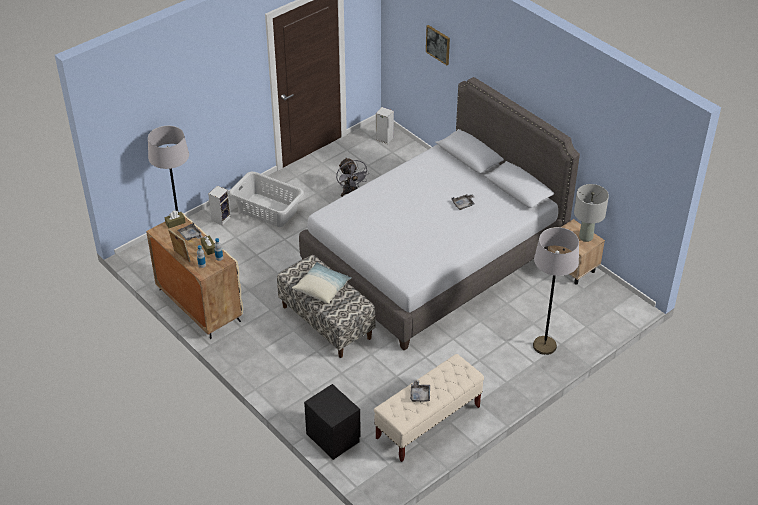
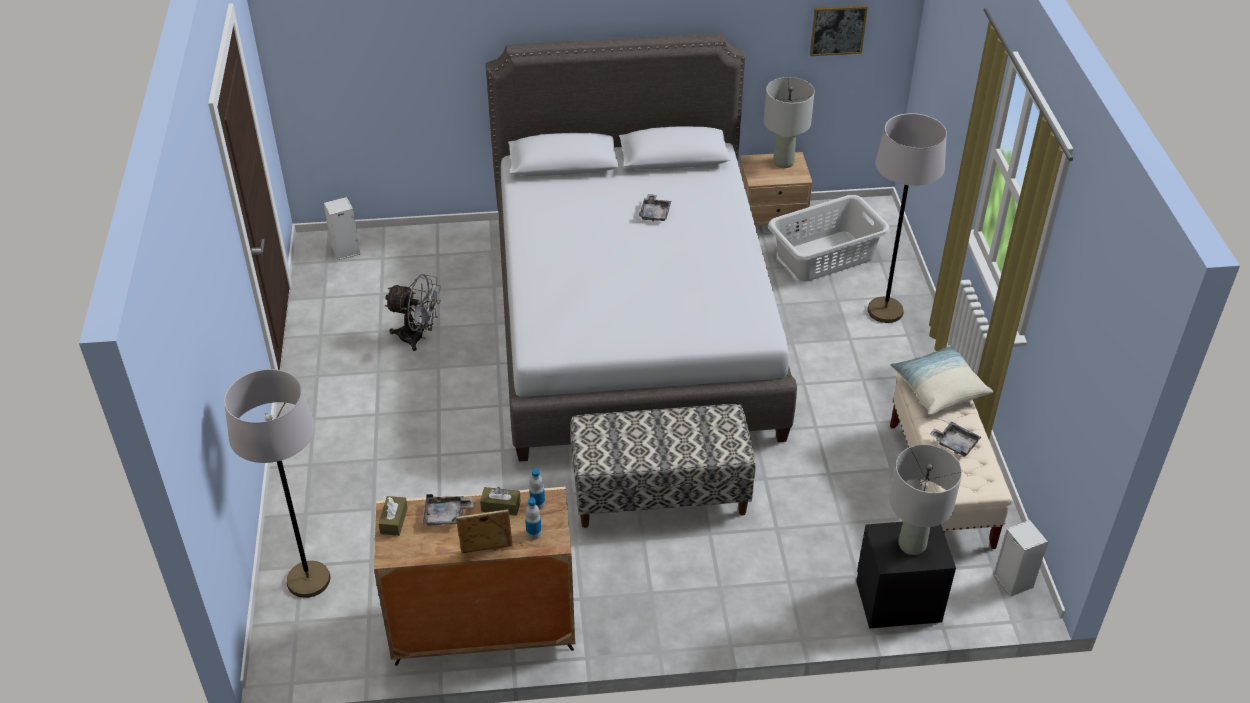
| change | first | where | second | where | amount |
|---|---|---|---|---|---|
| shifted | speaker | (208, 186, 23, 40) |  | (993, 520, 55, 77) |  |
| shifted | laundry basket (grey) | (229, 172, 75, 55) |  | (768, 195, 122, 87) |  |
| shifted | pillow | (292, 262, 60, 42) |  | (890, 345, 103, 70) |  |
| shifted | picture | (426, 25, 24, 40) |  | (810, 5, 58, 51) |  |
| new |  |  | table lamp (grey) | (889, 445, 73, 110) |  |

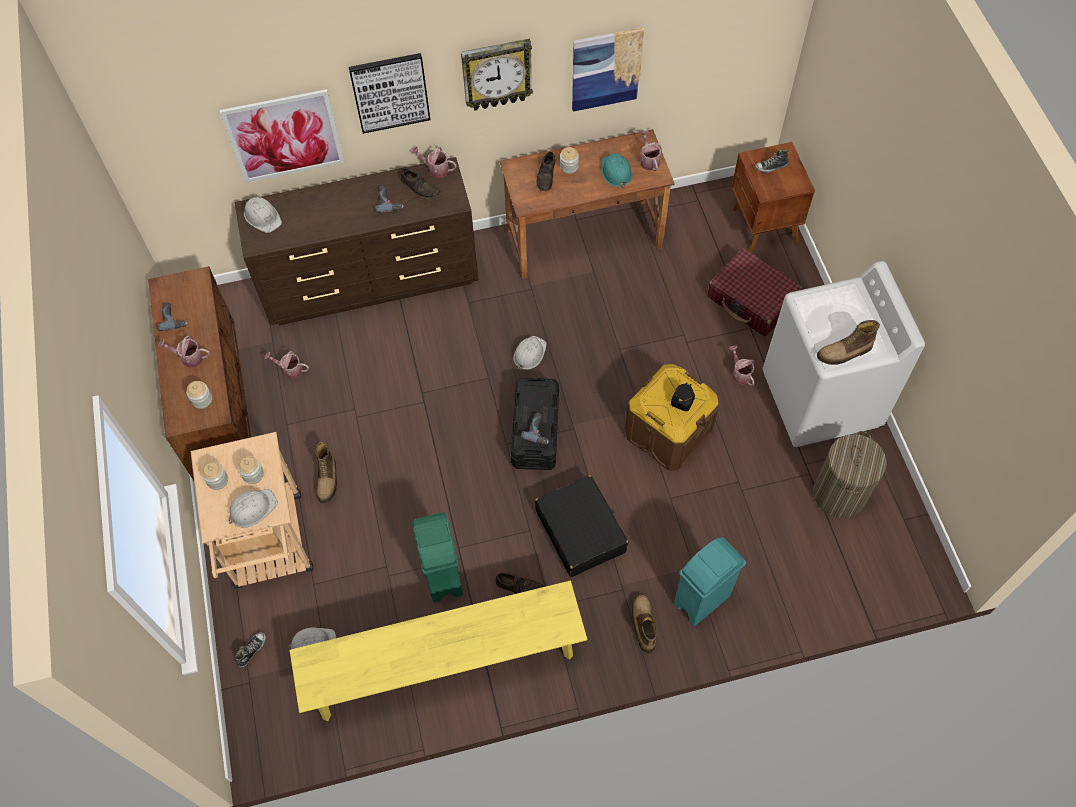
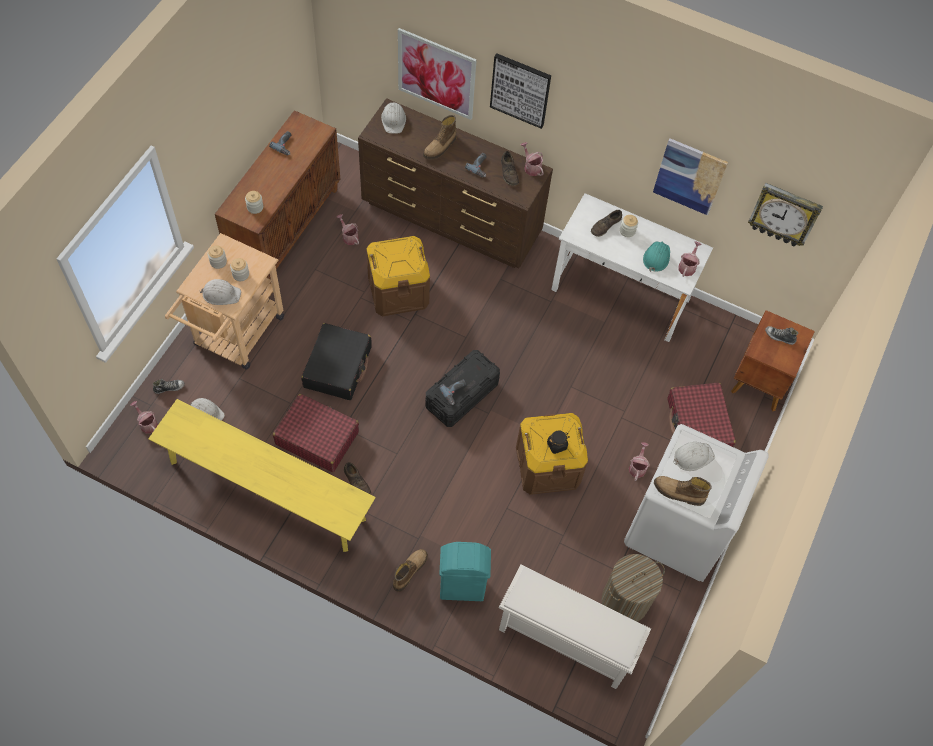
| change | first | where | second | where | amount |
|---|---|---|---|---|---|
| shifted | watering can | (158, 336, 52, 31) |  | (130, 401, 28, 33) |  |
| shifted | boot | (315, 441, 22, 62) |  | (423, 115, 34, 44) |  |
| swapped | trash can (green) | (412, 512, 51, 90) | suitcase (red) | (273, 394, 86, 78) |  |
| shifted | wall clock | (461, 39, 72, 72) |  | (748, 183, 75, 64) |  |
| repainted | desk (brown) | (500, 129, 174, 150) | desk (white) | (551, 193, 162, 149) |  |
| shifted | hard hat (white) | (513, 336, 34, 34) |  | (673, 442, 42, 29) |  |
| shifted | suitcase (black) | (535, 475, 93, 102) |  | (301, 323, 71, 77) |  |
| new |  |  | storage box (brown) | (366, 236, 64, 80) |  |
| new |  |  | shoe rack (white) | (499, 564, 152, 125) |  |

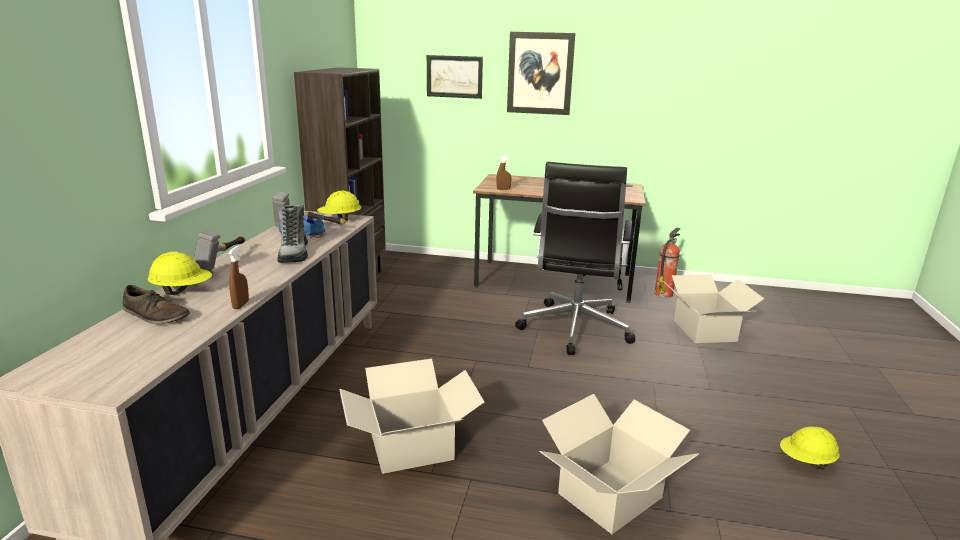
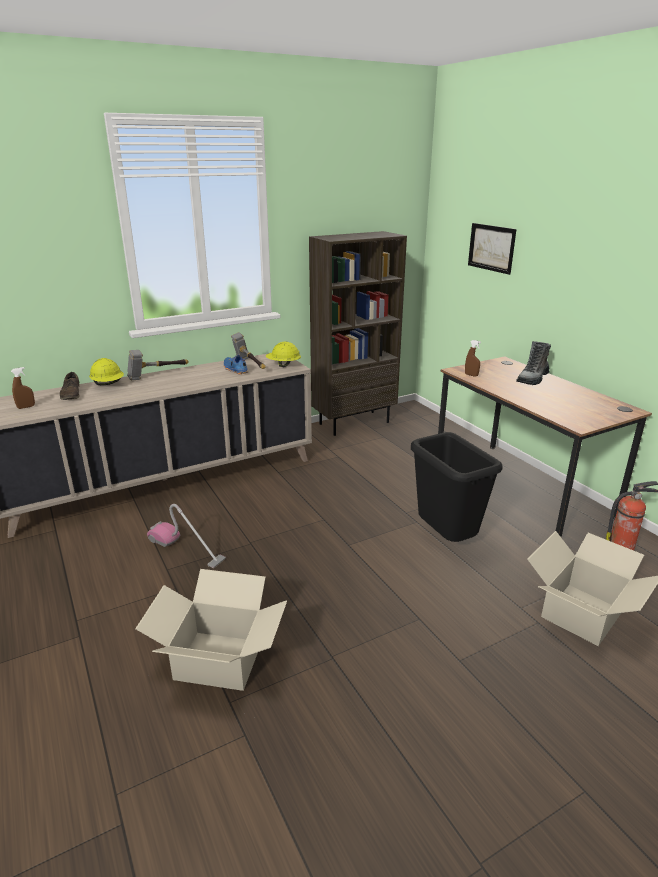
| change | first | where | second | where | amount |
|---|---|---|---|---|---|
| shifted | spray bottle (brown) | (228, 245, 21, 64) |  | (11, 367, 24, 42) |  |
| shifted | boot | (277, 205, 31, 58) |  | (516, 341, 35, 44) |  |
| swapped | cardboard box | (339, 359, 145, 115) | vacuum cleaner | (147, 504, 79, 64) |  |
| gone | picture | (507, 32, 69, 83) |  |  |  |
| swapped | office chair (black) | (515, 162, 120, 193) | trash can (black) | (411, 432, 92, 110) |  |
| gone | hard hat (yellow) | (780, 426, 60, 43) |  |  |  |

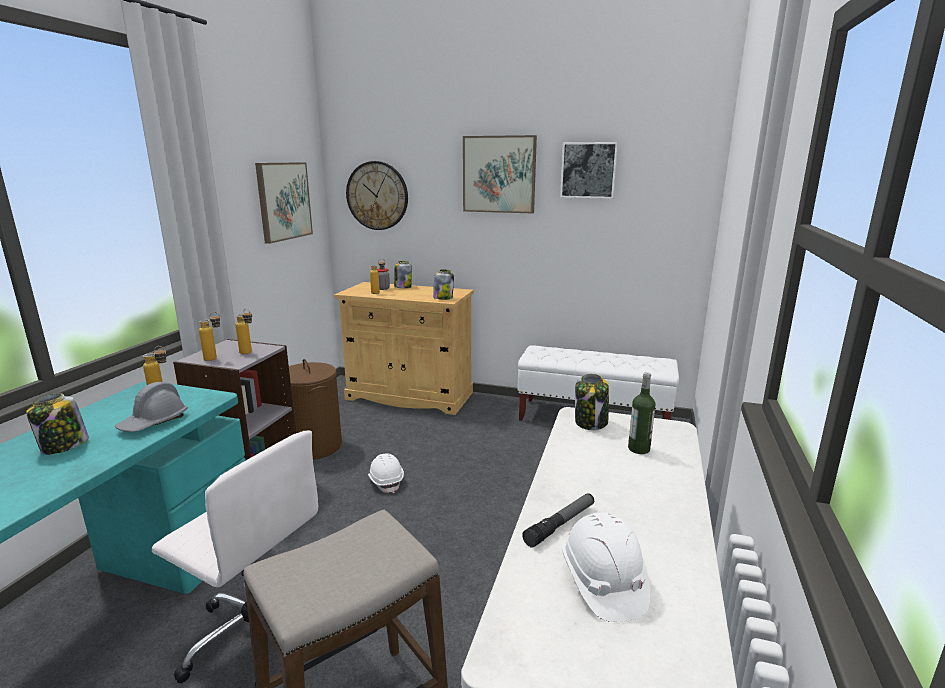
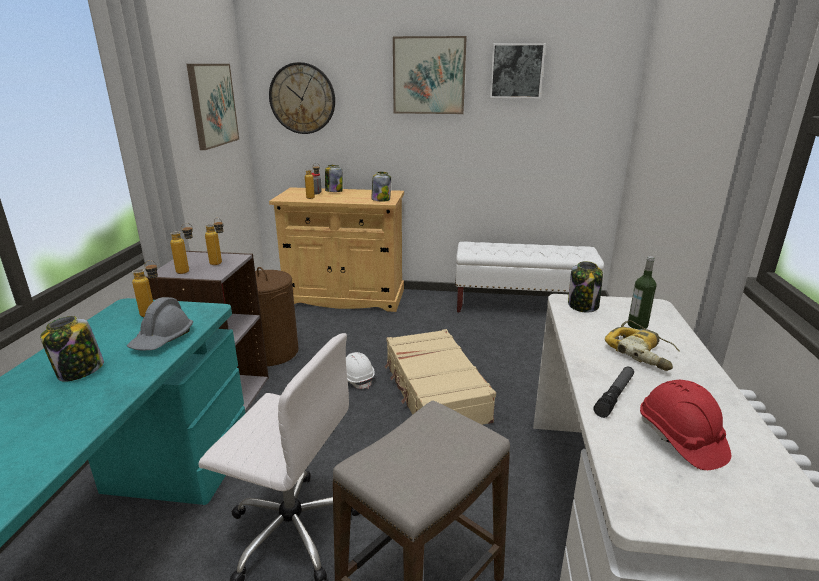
| change | first | where | second | where | amount |
|---|---|---|---|---|---|
| repainted | hard hat (white) | (562, 513, 88, 109) | hard hat (red) | (640, 380, 91, 90) |  |
| new |  |  | suitcase (beige) | (385, 329, 111, 96) |  |
| new |  |  | power drill | (605, 320, 75, 51) |  |

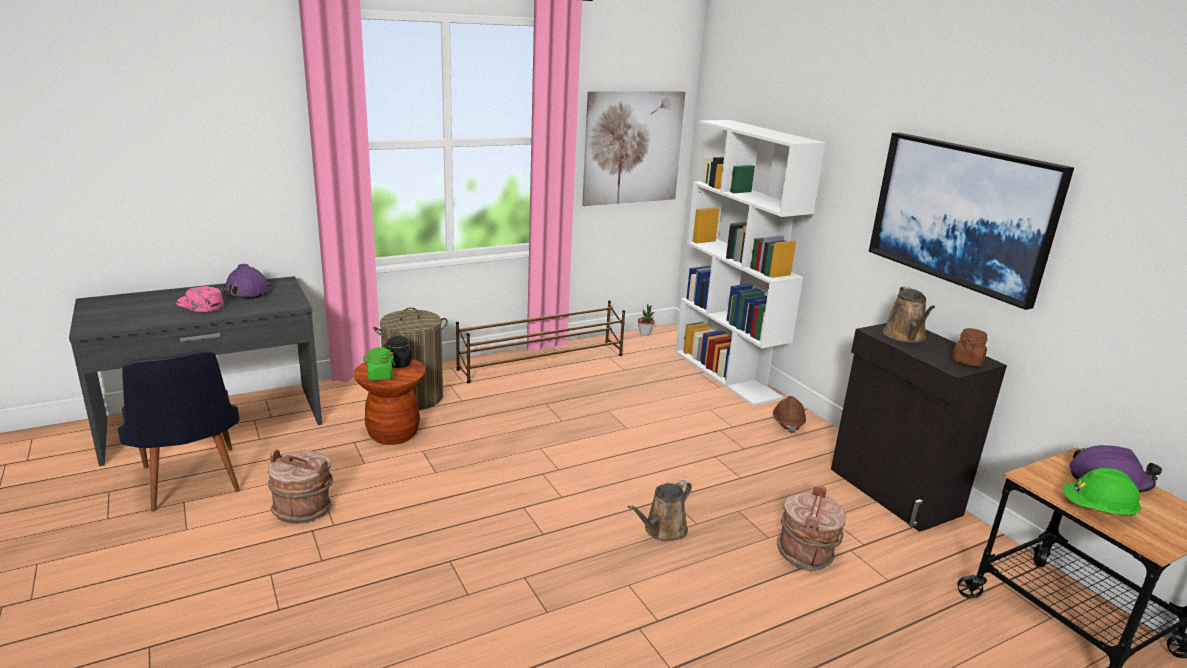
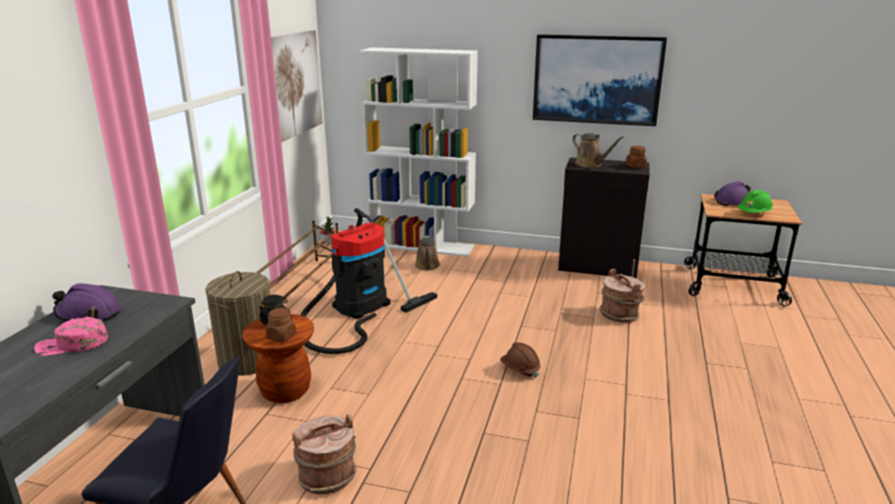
| change | first | where | second | where | amount |
|---|---|---|---|---|---|
| repainted | jar (green) | (363, 347, 32, 33) | jar (brown) | (266, 307, 30, 35) |  |
| shifted | watering can (brown) | (628, 480, 64, 62) |  | (415, 235, 25, 35) |  |
| shifted | hard hat (brown) | (773, 396, 33, 38) |  | (500, 342, 40, 36) |  |
| new |  |  | vacuum cleaner | (300, 208, 137, 146) |  |

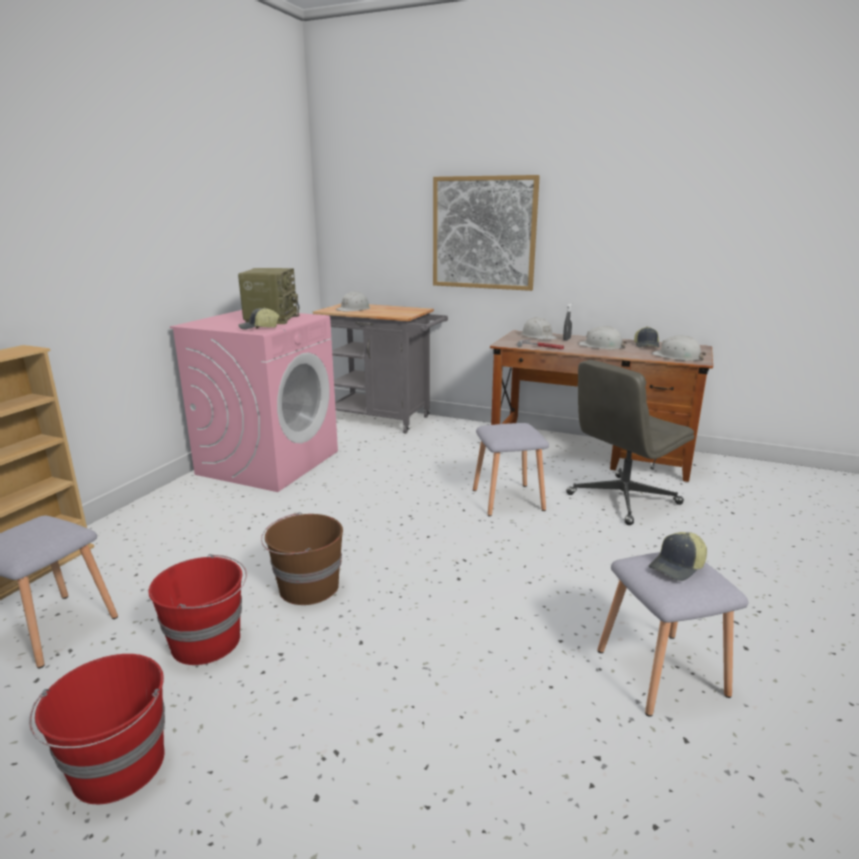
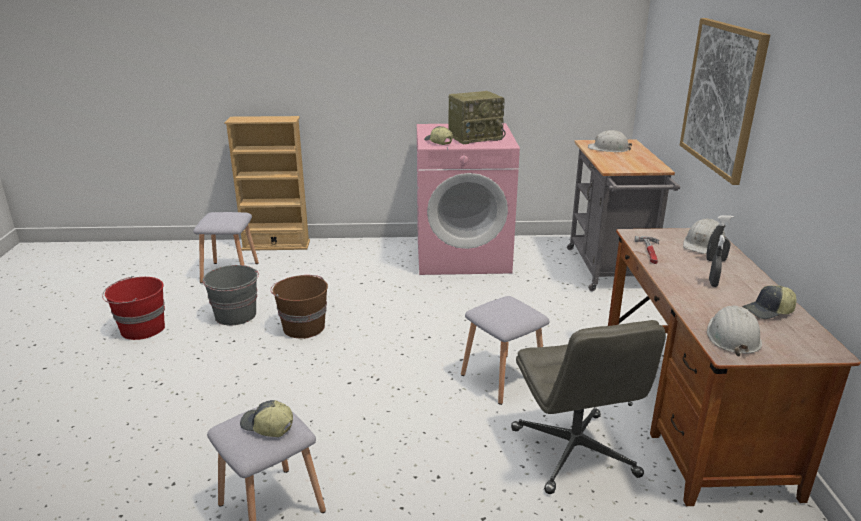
| change | first | where | second | where | amount |
|---|---|---|---|---|---|
| repainted | bucket (red) | (148, 554, 99, 111) | bucket (grey) | (202, 265, 57, 60) |  |
| rotated | office chair (grey) | (566, 360, 128, 165) |  | (511, 320, 155, 174) | 135 degrees counterclockwise |
| swapped | hard hat (white) | (578, 326, 49, 23) | spray bottle (grey) | (709, 235, 16, 52) |  |

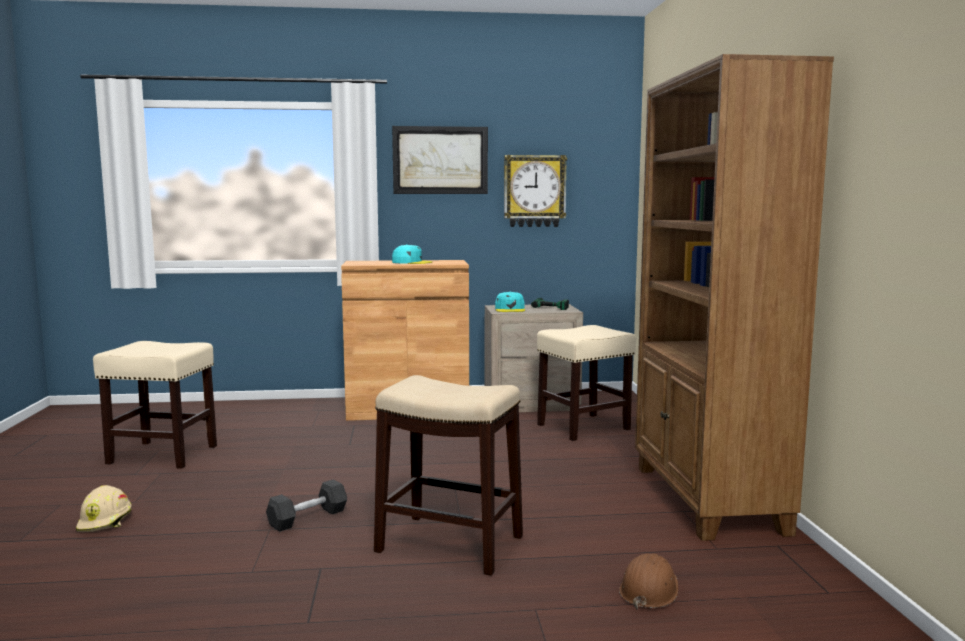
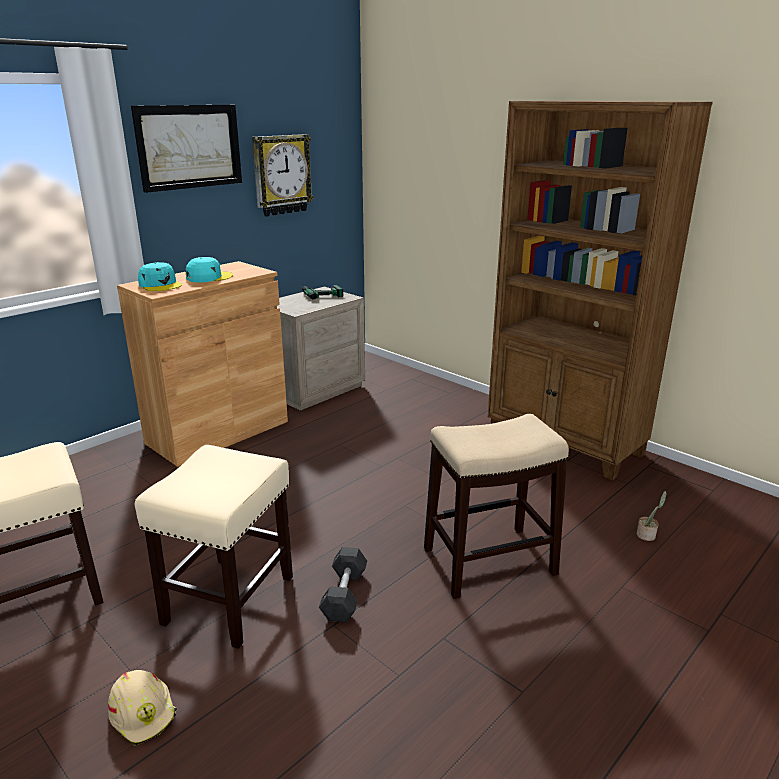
| change | first | where | second | where | amount |
|---|---|---|---|---|---|
| shifted | cap (turquoise) | (495, 292, 30, 20) |  | (138, 262, 44, 29) |  |
| shifted | stool (beige) | (537, 325, 99, 116) |  | (135, 445, 158, 204) |  |
| swapped | hard hat (brown) | (619, 553, 59, 56) | potted plant | (636, 491, 30, 50) |  |

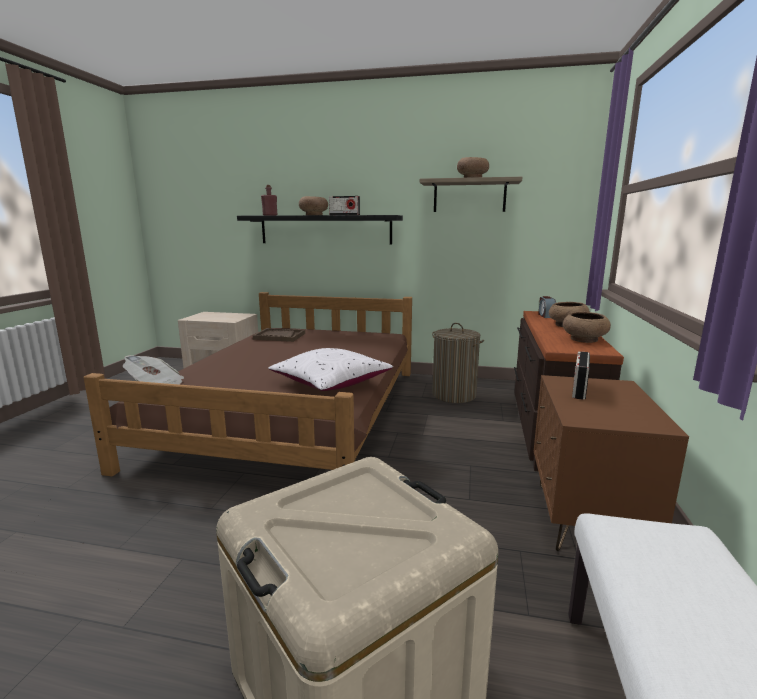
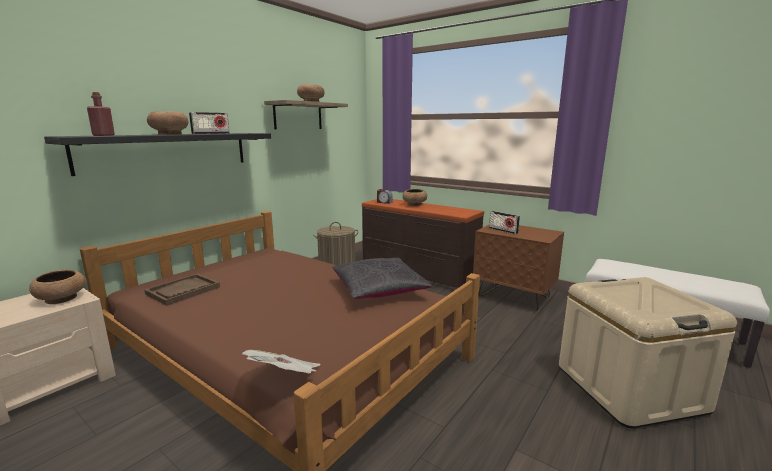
| change | first | where | second | where | amount |
|---|---|---|---|---|---|
| repainted | pillow (white) | (268, 348, 125, 43) | pillow (black) | (332, 258, 100, 41) |  |
| shifted | bowl (brown) | (563, 311, 48, 32) |  | (29, 270, 57, 34) |  |

